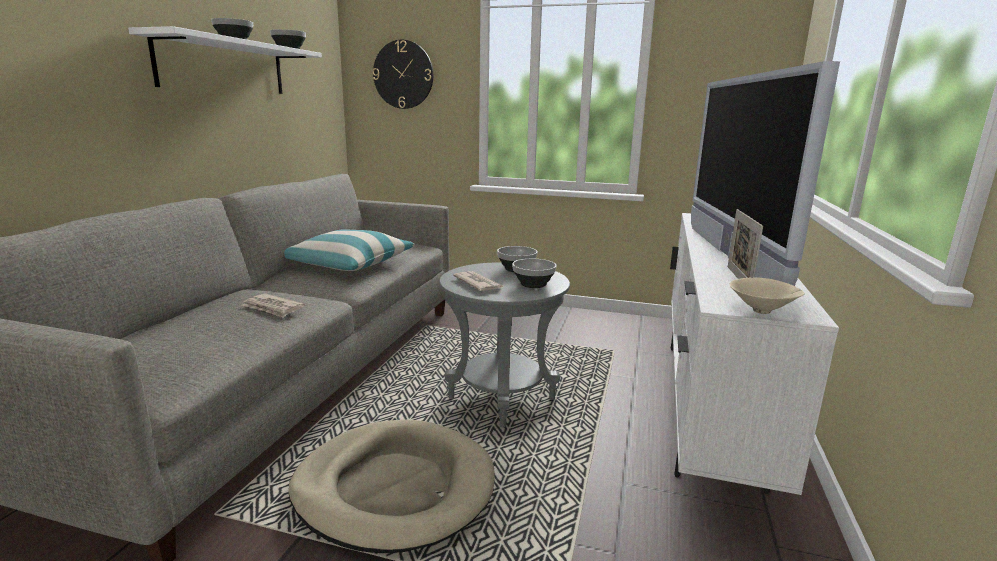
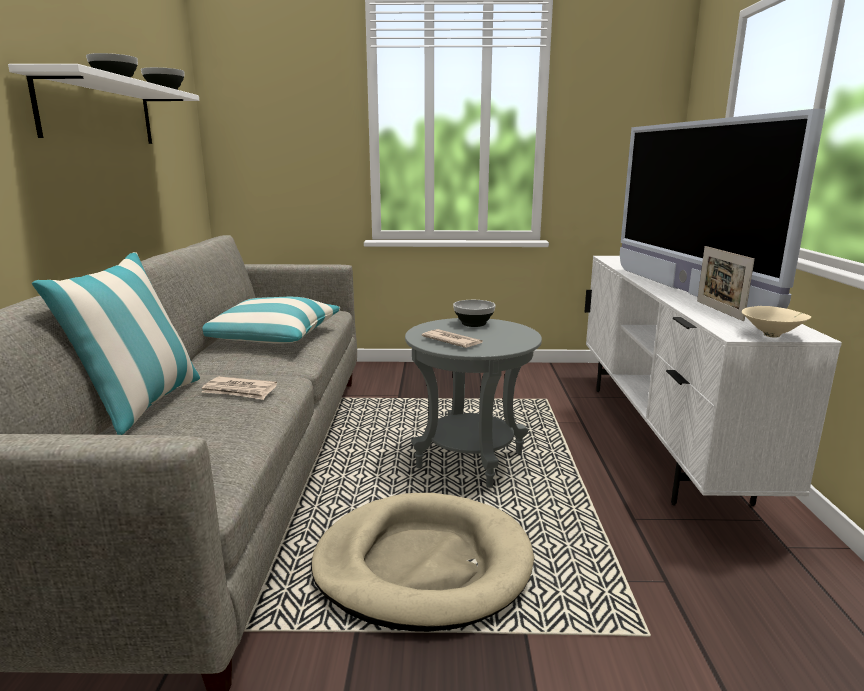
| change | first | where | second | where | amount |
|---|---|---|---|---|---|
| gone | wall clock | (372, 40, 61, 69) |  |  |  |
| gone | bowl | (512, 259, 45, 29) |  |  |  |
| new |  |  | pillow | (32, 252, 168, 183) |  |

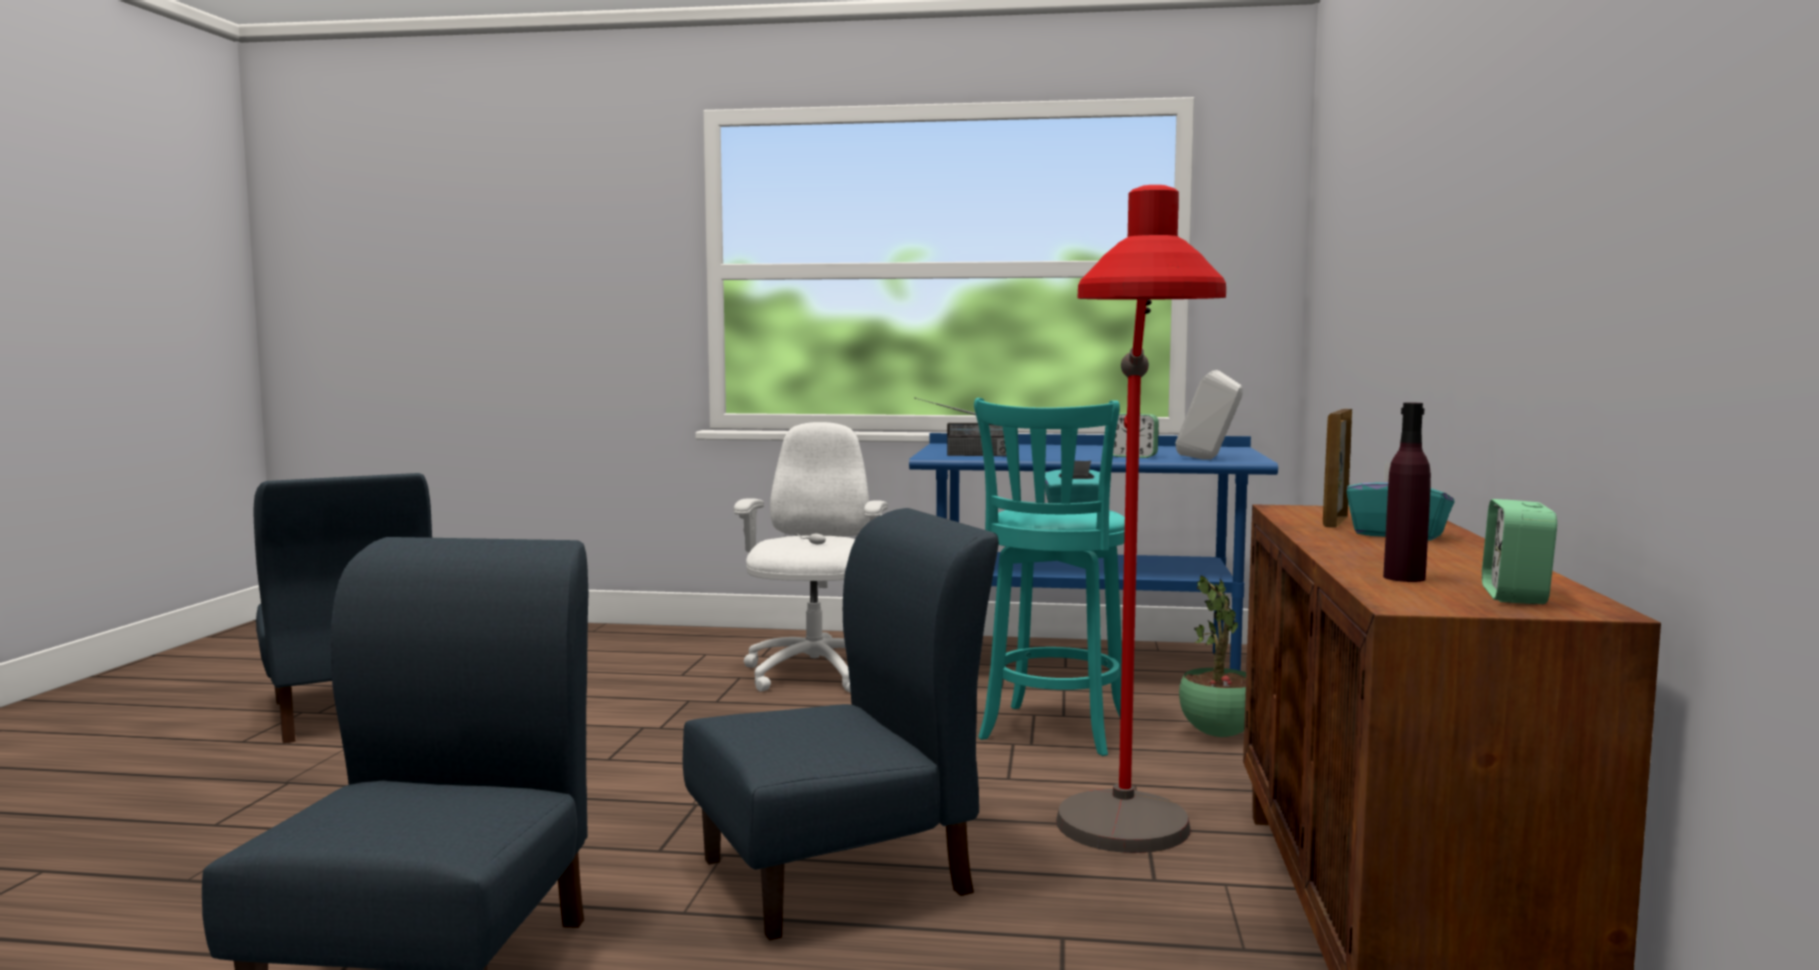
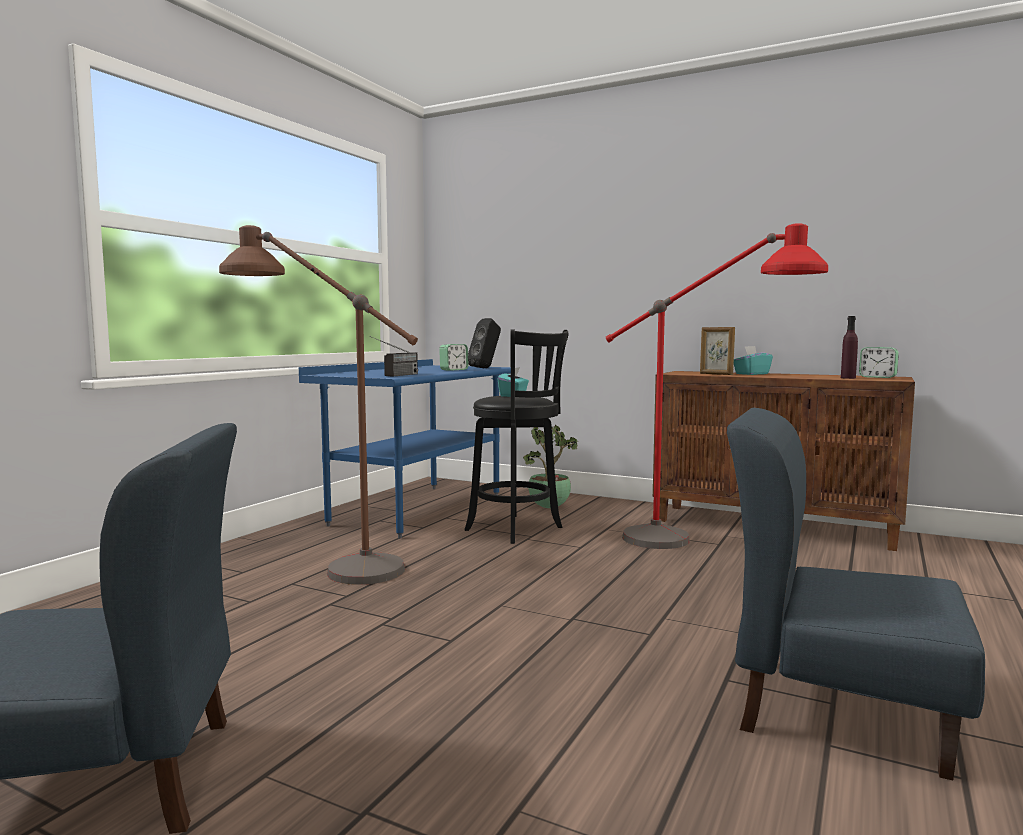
| change | first | where | second | where | amount |
|---|---|---|---|---|---|
| gone | chair (blue) | (683, 508, 316, 433) |  |  |  |
| swapped | office chair (white) | (734, 422, 154, 271) | floor lamp (brown) | (219, 225, 199, 360) |  |
| repainted | stool (turquoise) | (974, 398, 151, 358) | stool (black) | (464, 330, 105, 214) |  |
| repainted | speaker (white) | (1176, 370, 67, 90) | speaker (black) | (468, 318, 33, 50) |  |

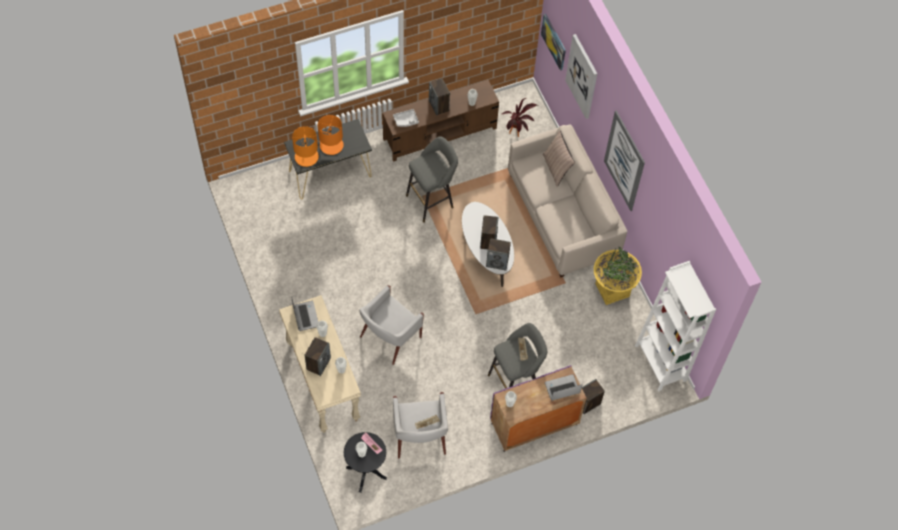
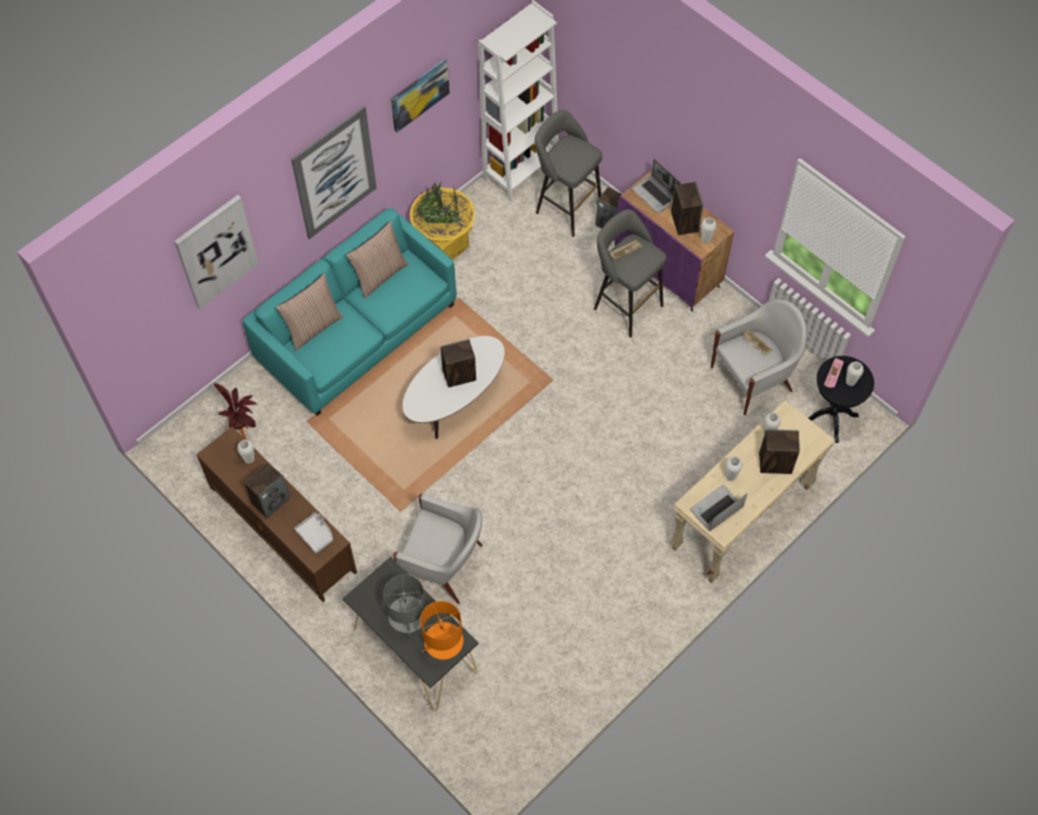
| change | first | where | second | where | amount |
|---|---|---|---|---|---|
| repainted | table lamp (orange) | (318, 115, 26, 40) | table lamp (grey) | (383, 574, 43, 64) |  |
| shifted | armchair (white) | (359, 285, 65, 80) |  | (393, 493, 89, 111) |  |
| shifted | stool (grey) | (406, 136, 52, 87) |  | (534, 110, 68, 127) |  |
| shifted | speaker | (486, 238, 25, 33) |  | (671, 181, 32, 54) |  |
| repainted | sofa (beige) | (508, 124, 119, 153) | sofa (turquoise) | (243, 207, 214, 209) |  |
| shifted | picture | (541, 14, 25, 57) |  | (391, 59, 59, 73) |  |
| new |  |  | pillow | (346, 220, 62, 79) |  |

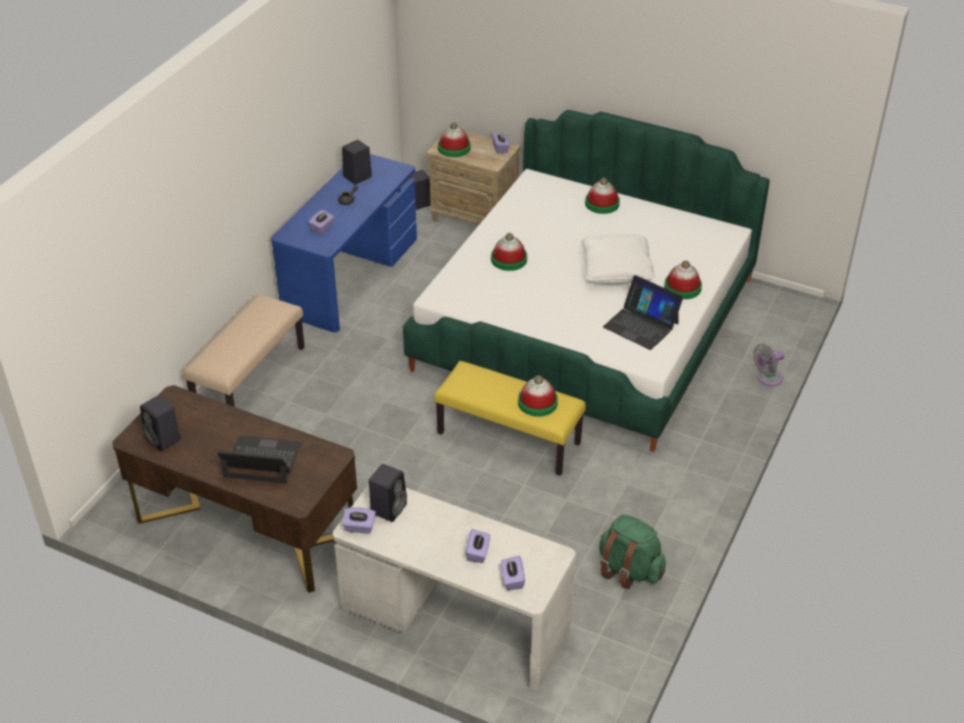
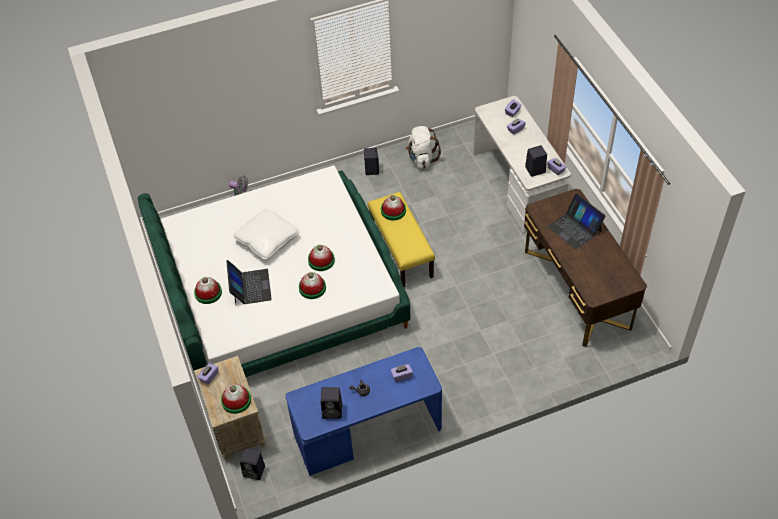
| change | first | where | second | where | amount |
|---|---|---|---|---|---|
| shifted | speaker (black) | (140, 395, 41, 56) |  | (364, 148, 15, 27) |  |
| gone | bench (beige) | (183, 294, 122, 113) |  |  |  |
| repainted | backpack (green) | (599, 514, 67, 75) | backpack (white) | (406, 126, 35, 43) |  |
| shifted | laptop | (603, 275, 80, 75) |  | (226, 260, 46, 46) |  |
| shifted | hat | (664, 260, 38, 39) |  | (308, 245, 27, 26) |  |

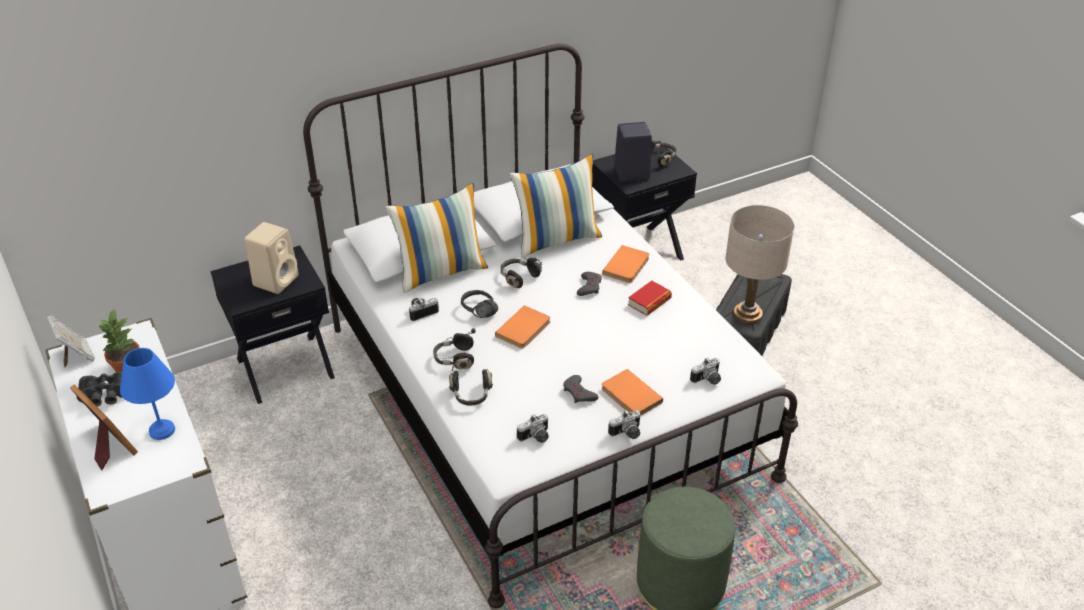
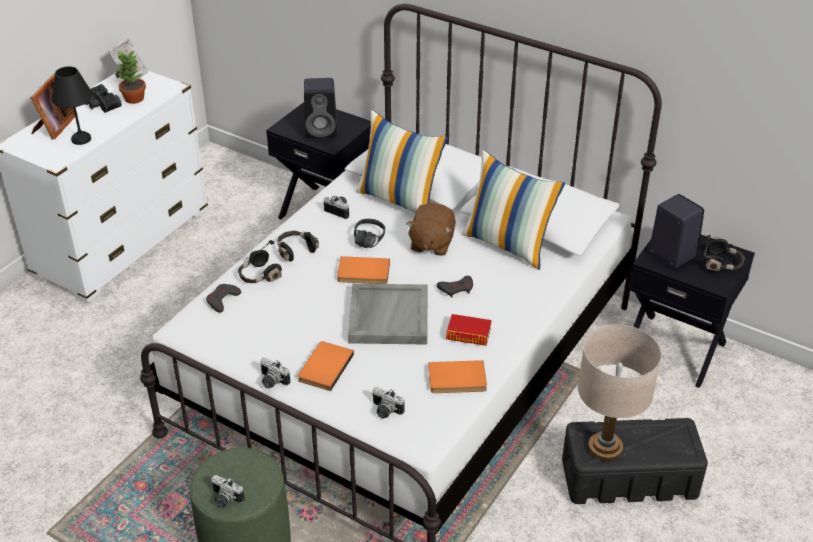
| change | first | where | second | where | amount |
|---|---|---|---|---|---|
| repainted | table lamp (blue) | (120, 348, 55, 92) | table lamp (black) | (51, 66, 42, 79) |  |
| repainted | speaker (beige) | (244, 222, 55, 72) | speaker (black) | (304, 78, 33, 60) |  |
| swapped | headphones (black) | (500, 257, 43, 31) | plush toy (brown) | (406, 203, 50, 53) |  |
| shifted | photo camera | (517, 414, 32, 29) |  | (211, 475, 33, 33) |  |
| shifted | game controller (grey) | (563, 375, 35, 28) |  | (206, 284, 35, 29) |  |
| shifted | book (orange) | (602, 245, 47, 38) |  | (428, 360, 59, 33) |  |
| new |  |  | tray (grey) | (348, 284, 80, 61) |  |

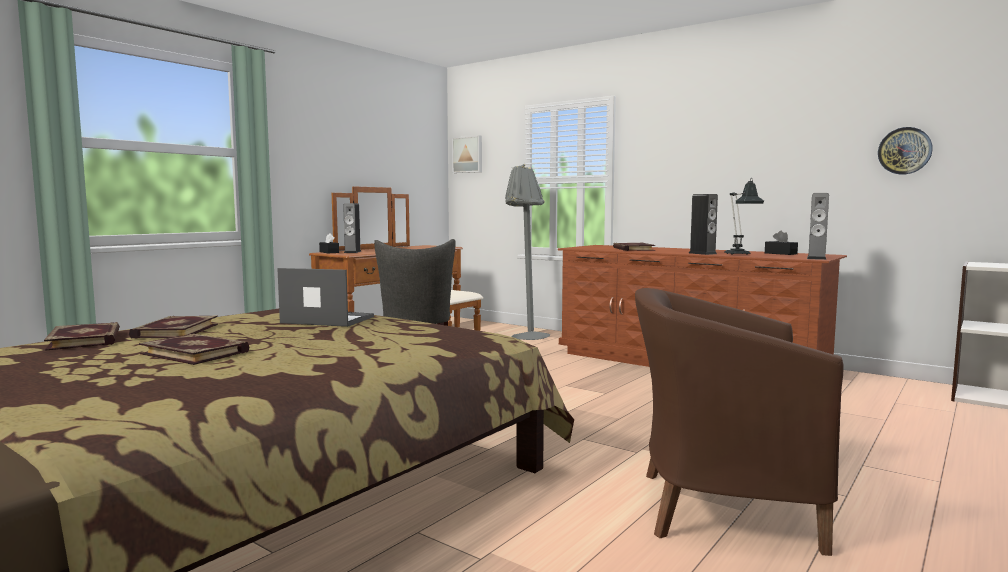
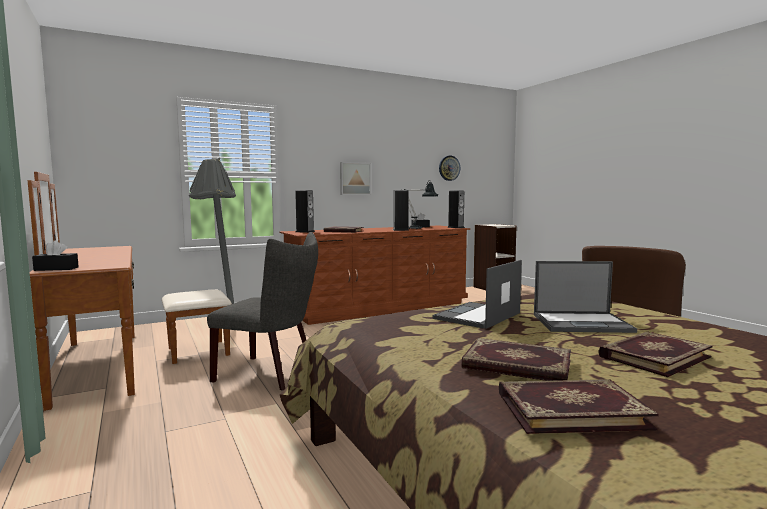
| change | first | where | second | where | amount |
|---|---|---|---|---|---|
| shifted | speaker | (343, 203, 19, 50) |  | (295, 190, 20, 43) |  |
| shifted | picture | (452, 135, 30, 38) |  | (340, 162, 31, 33) |  |
| new |  |  | laptop | (534, 261, 103, 72) |  |

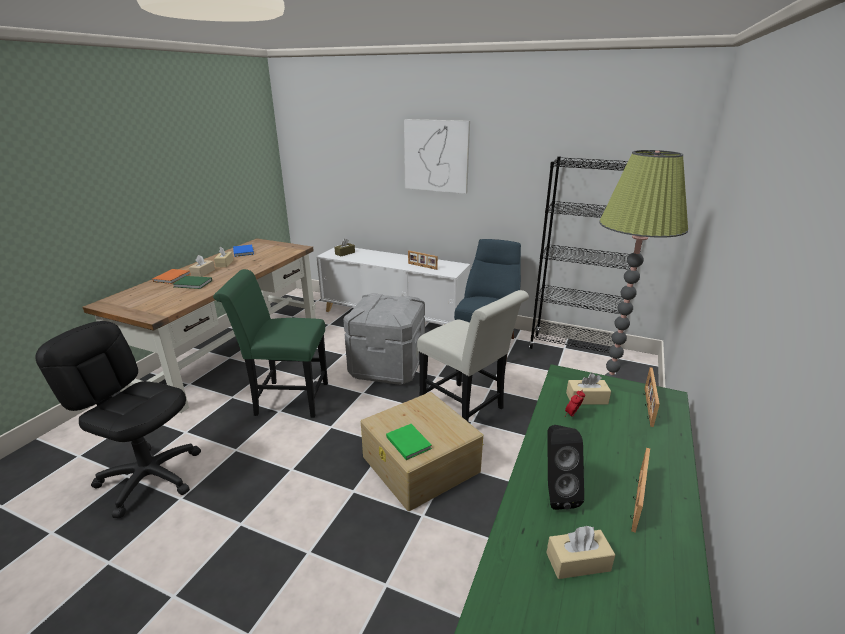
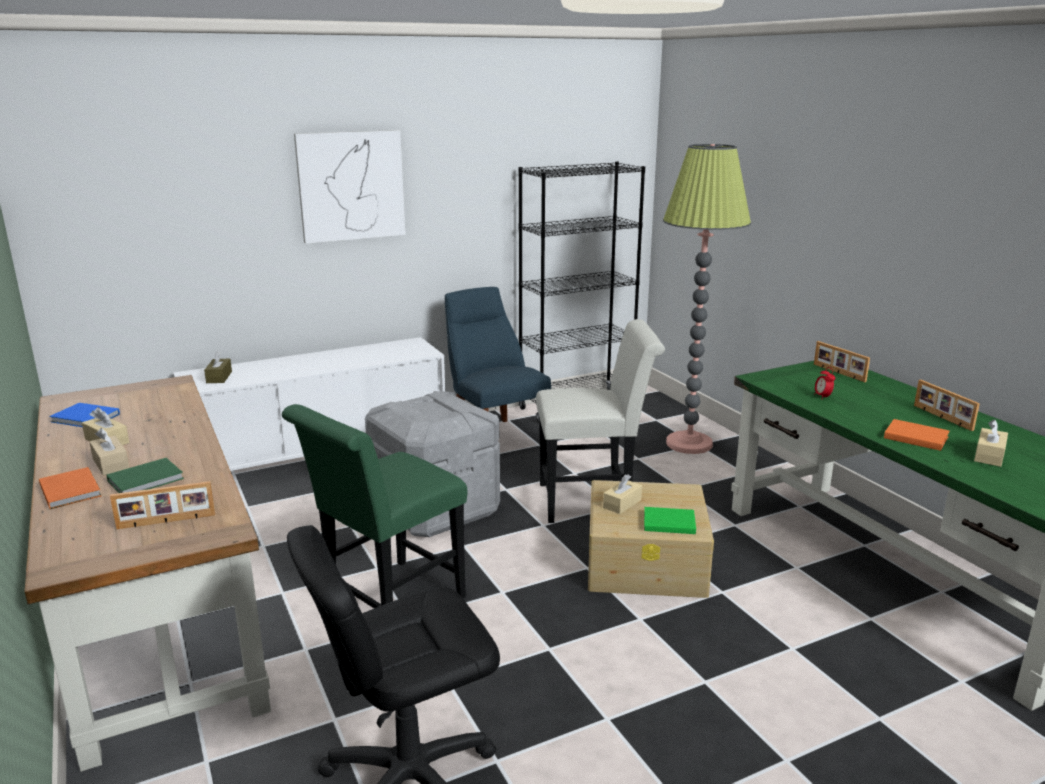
| change | first | where | second | where | amount |
|---|---|---|---|---|---|
| shifted | picture frame | (408, 251, 30, 19) |  | (110, 481, 105, 48) |  |
| swapped | speaker (black) | (547, 425, 37, 85) | book (orange) | (884, 419, 66, 32) |  |
| shifted | tissue box (beige) | (566, 373, 45, 31) |  | (603, 474, 39, 40) |  |

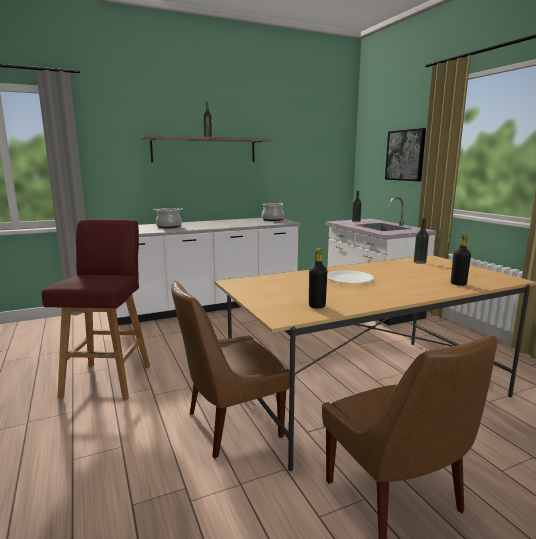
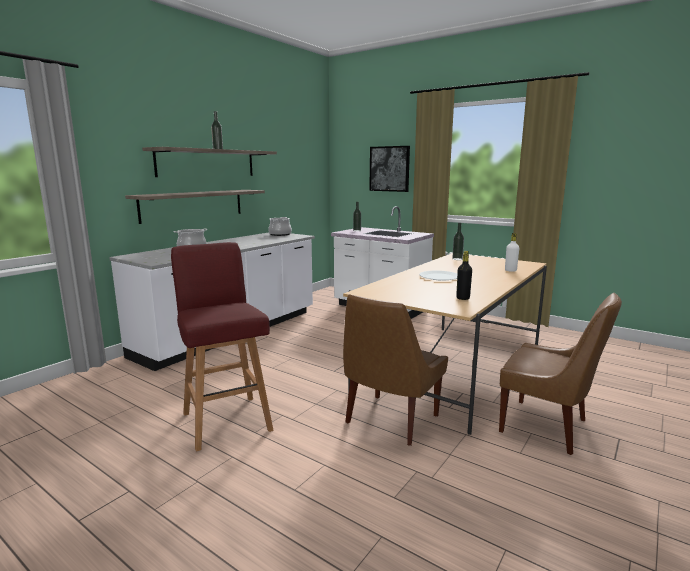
| change | first | where | second | where | amount |
|---|---|---|---|---|---|
| repainted | bottle (black) | (451, 235, 20, 51) | bottle (white) | (505, 233, 14, 39) |  |
| new |  |  | shelf | (125, 190, 140, 34) |  |

